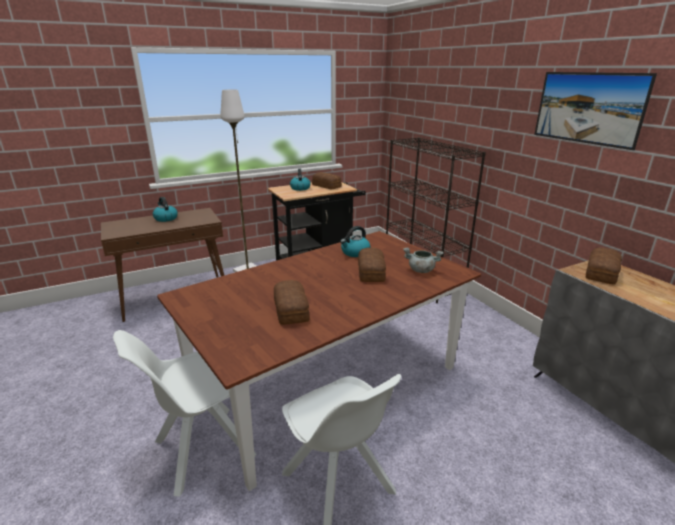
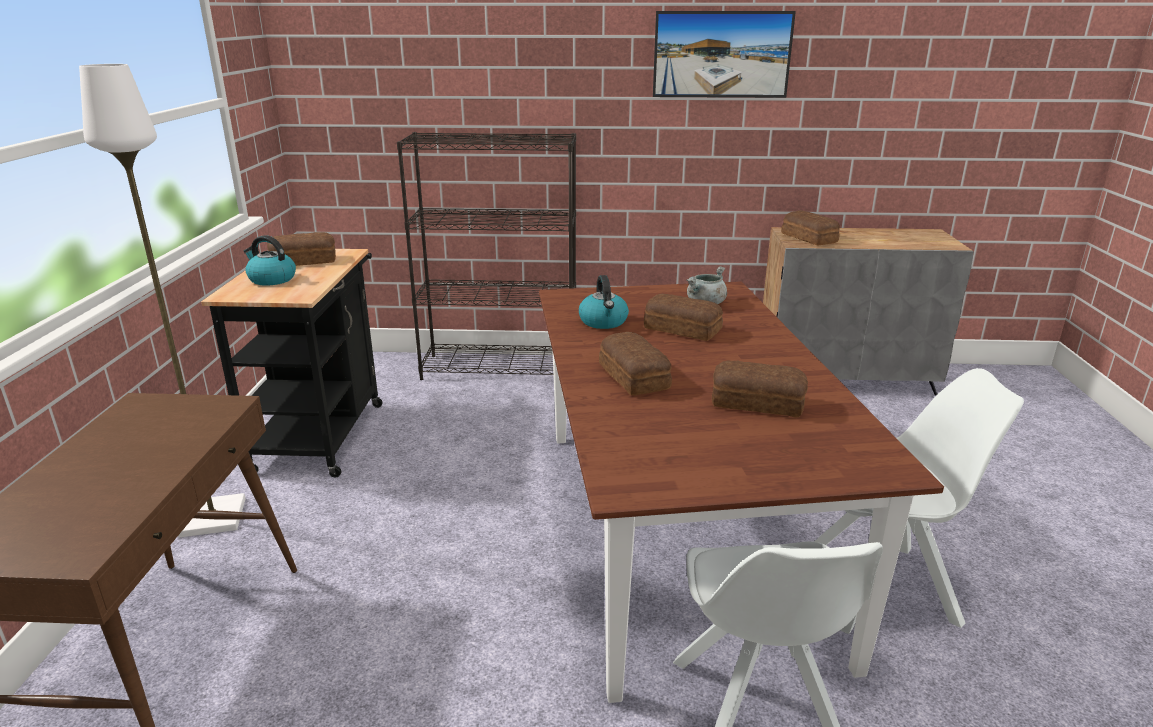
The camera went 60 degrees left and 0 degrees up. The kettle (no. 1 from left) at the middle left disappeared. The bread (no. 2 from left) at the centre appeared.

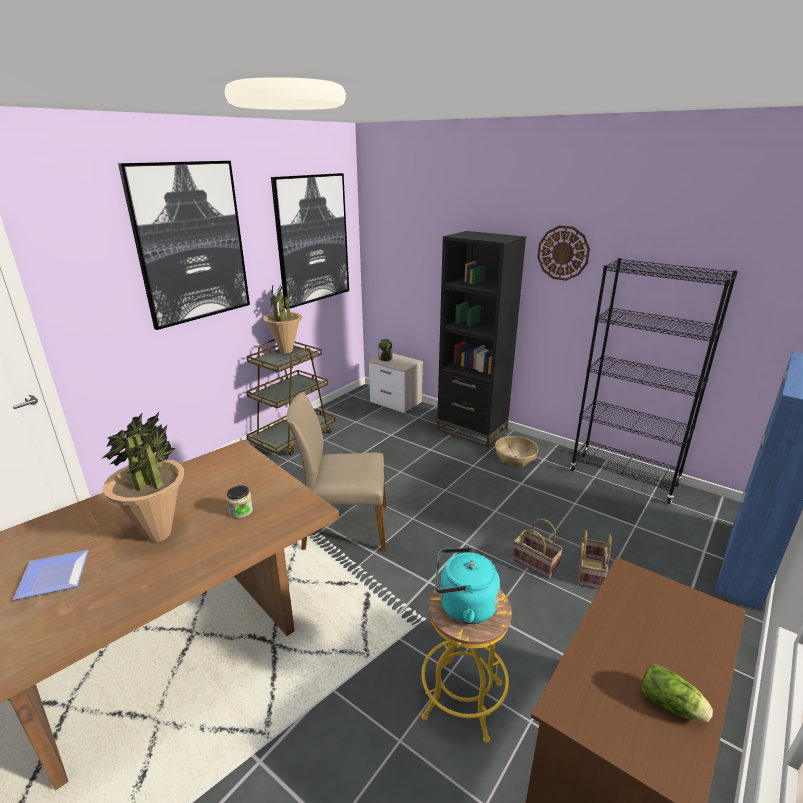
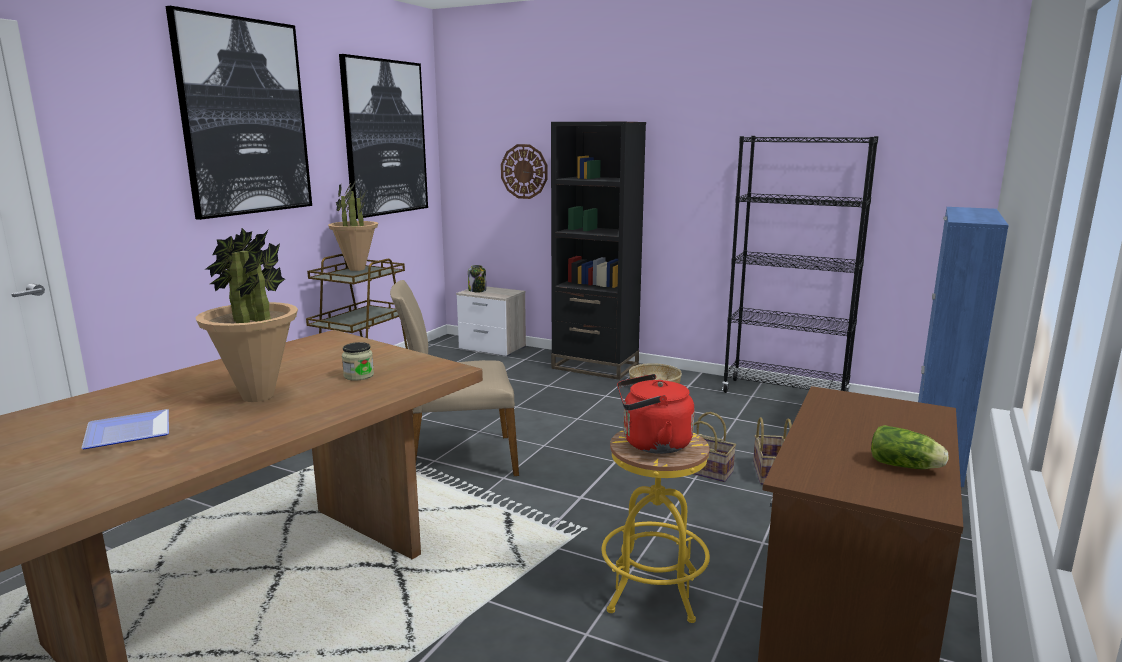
The camera went 10 degrees left and 10 degrees down. The turquoise_kettle at the bottom centre became the red_kettle at the centre. The wall_clock moved from the top right to the top centre.

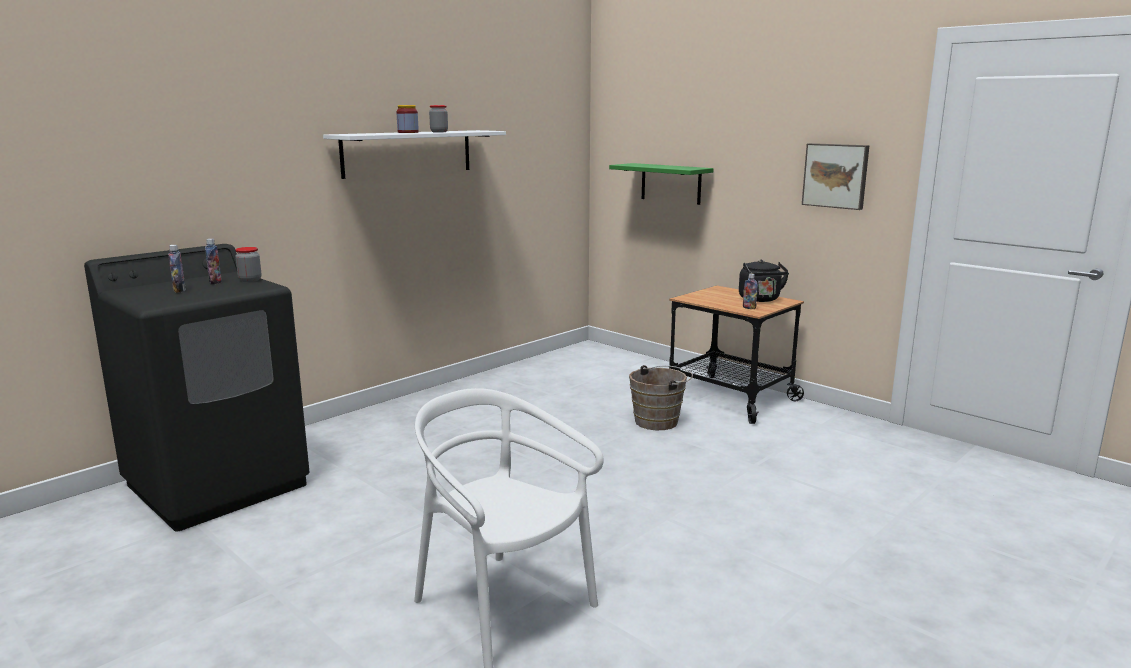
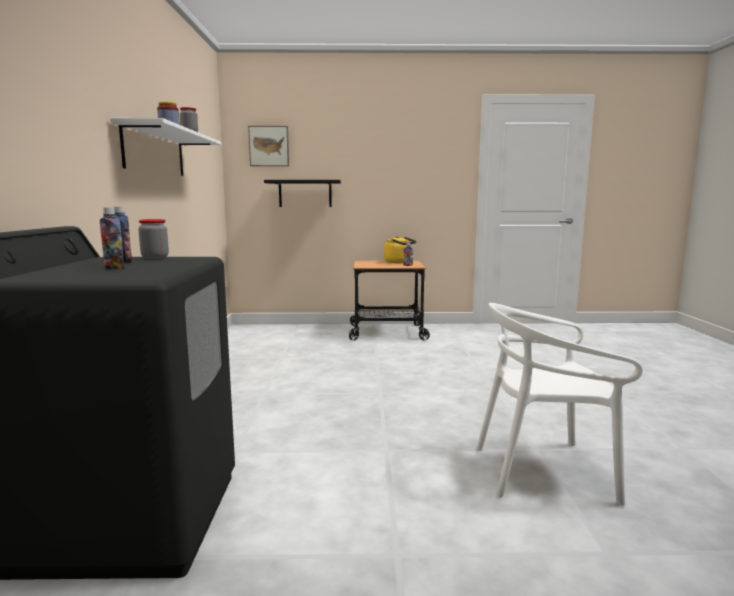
The camera went 45 degrees left and 5 degrees down. The green_shelf at the top centre became the black_shelf at the top centre. The brown_bucket at the centre disappeared. The black_kettle at the middle right became the yellow_kettle at the centre. The picture moved from the top right to the top centre.

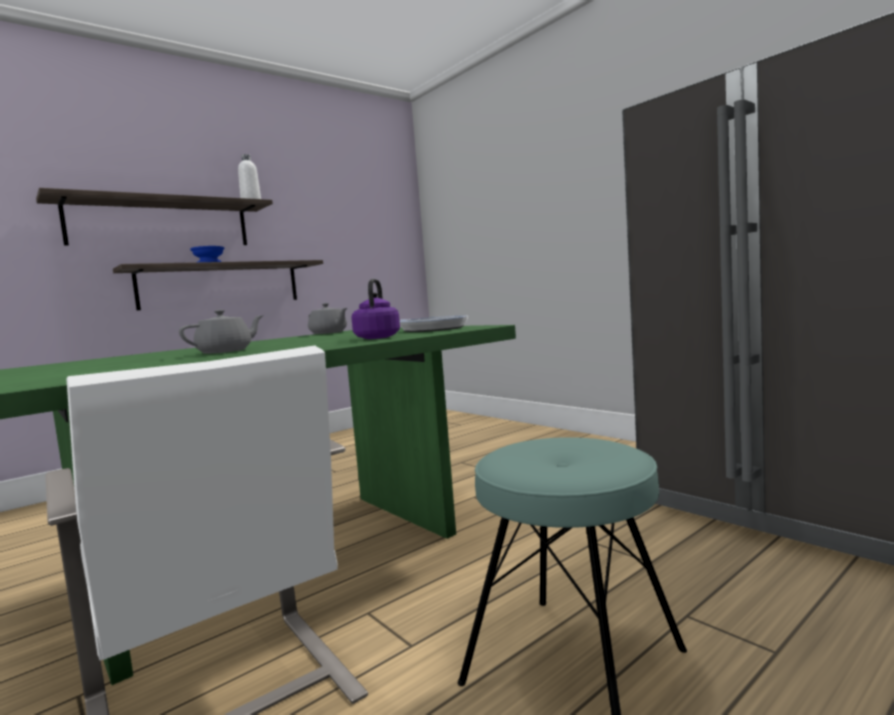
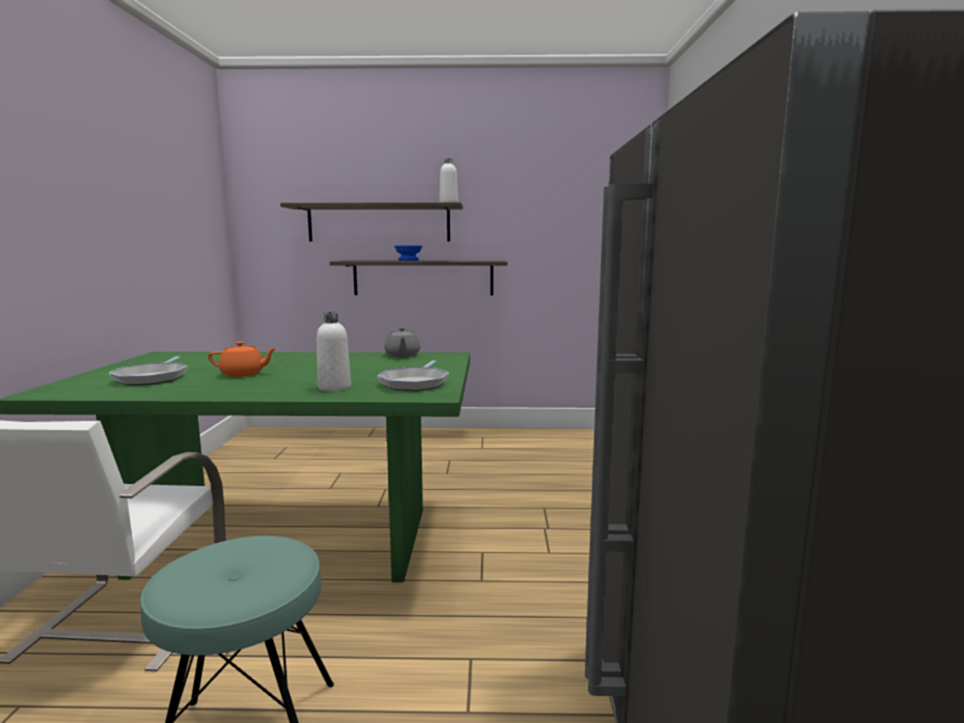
The camera went 40 degrees right and 5 degrees up. The grey_teapot (no. 1 from left) at the middle left became the orange_teapot at the middle left. The purple_kettle at the centre was replaced by the white_bottle (no. 1 from left) at the centre. The frying_pan (no. 1 from left) at the middle left appeared.

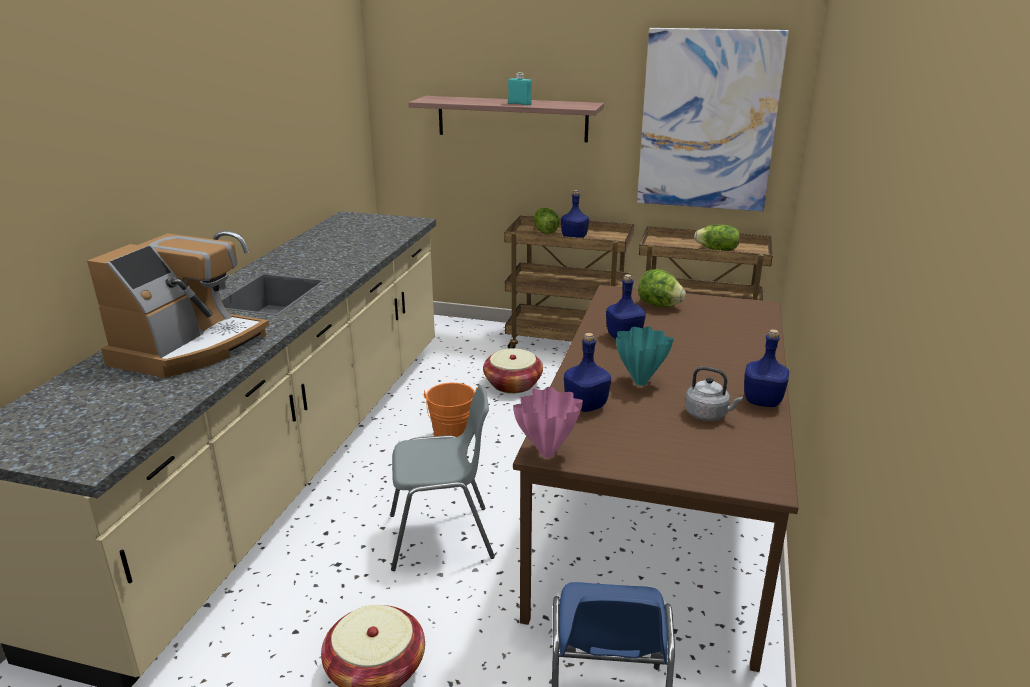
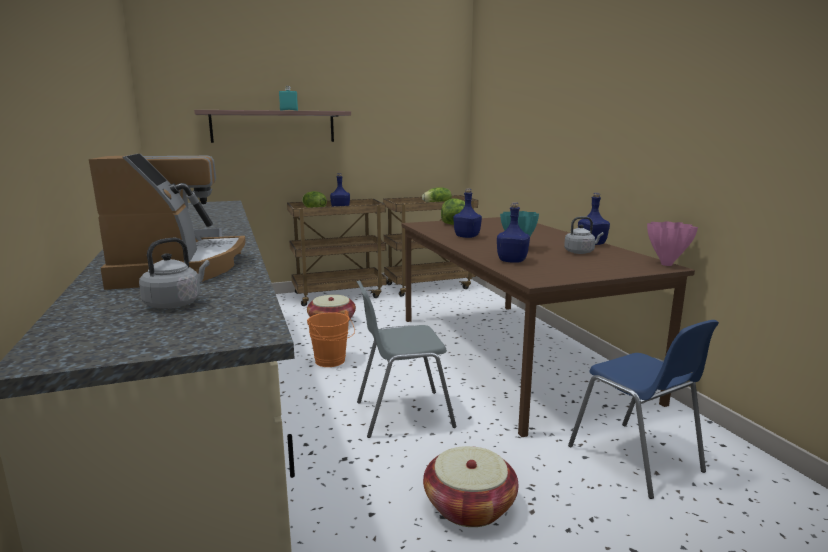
The camera went 35 degrees left and 10 degrees down. The grey_chair at the bottom centre turned 150 degrees counterclockwise. The pink_vase moved from the centre to the middle right. The picture at the top right disappeared. The grey_kettle (no. 1 from left) at the middle left appeared.

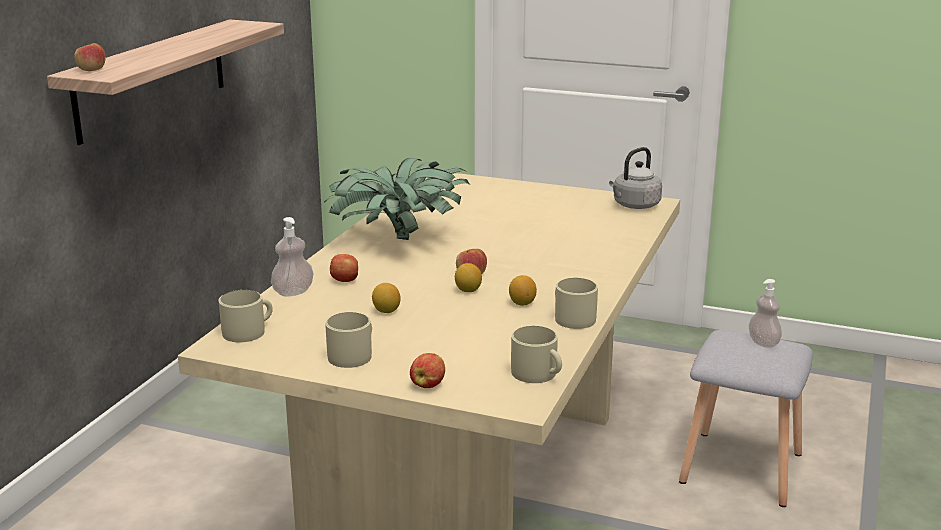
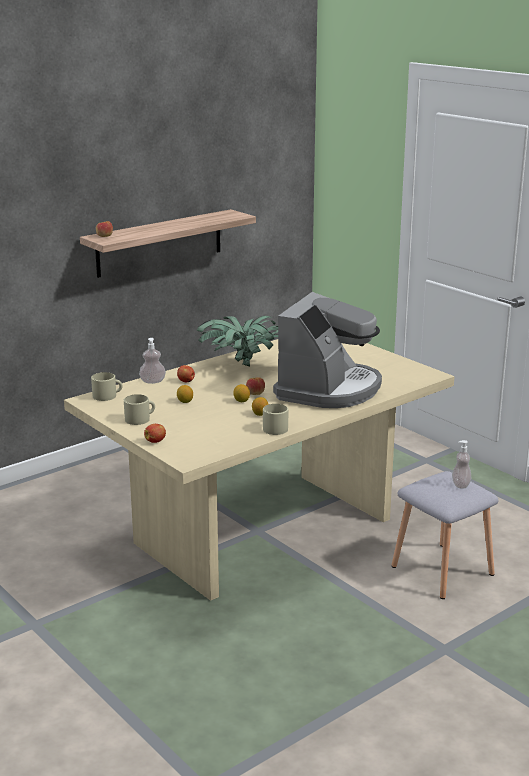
The camera went 30 degrees right and 0 degrees up. The beige_mug (no. 3 from left) at the bottom centre disappeared. The grey_kettle at the middle right disappeared. The coffee_machine at the centre appeared.

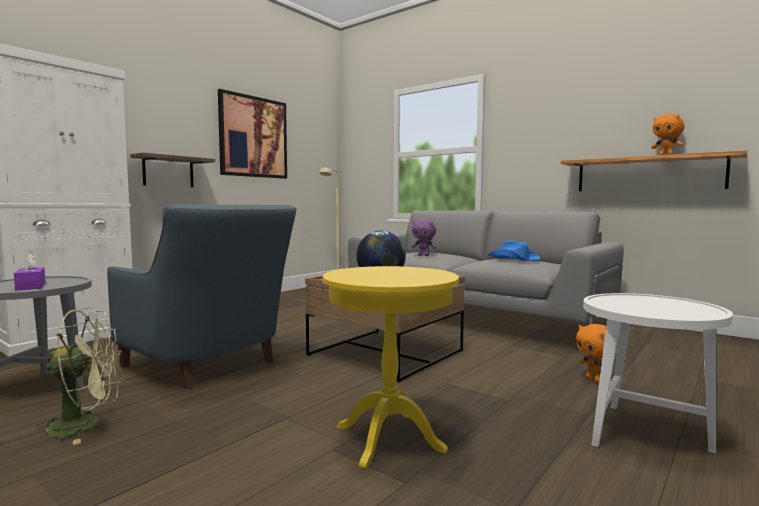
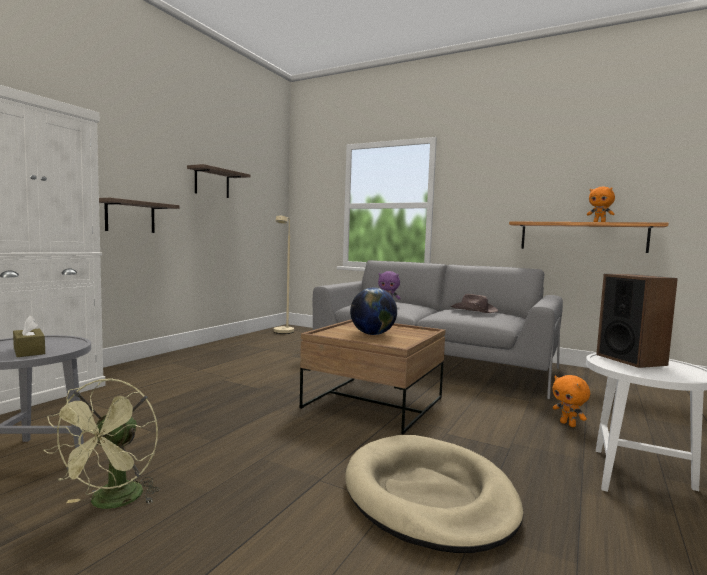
The camera went 10 degrees left and 0 degrees up. The purple_tissue_box at the middle left became the brown_tissue_box at the middle left. The green_fan at the bottom left turned 120 degrees clockwise. The blue_armchair at the middle left disappeared. The picture at the top left was replaced by the shelf (no. 2 from left) at the top left. The yellow_side_table at the bottom centre was replaced by the beige_dog_bed at the bottom centre. The blue_hat at the middle right became the brown_hat at the middle right. The speaker at the middle right appeared.

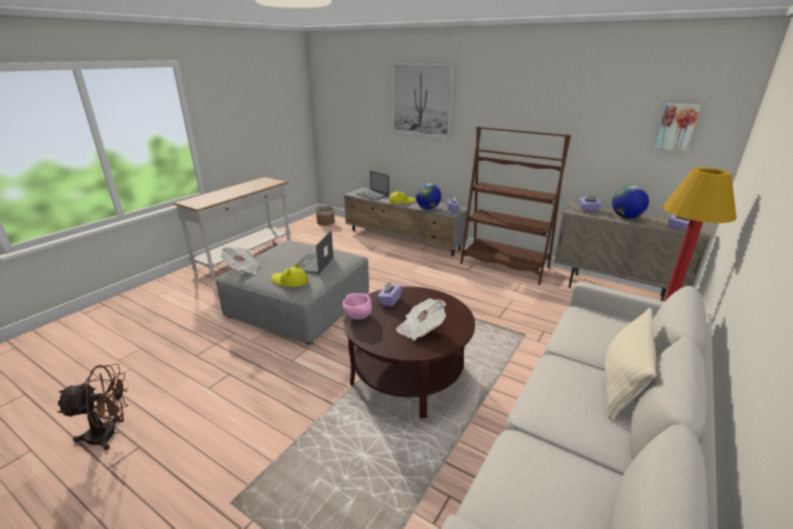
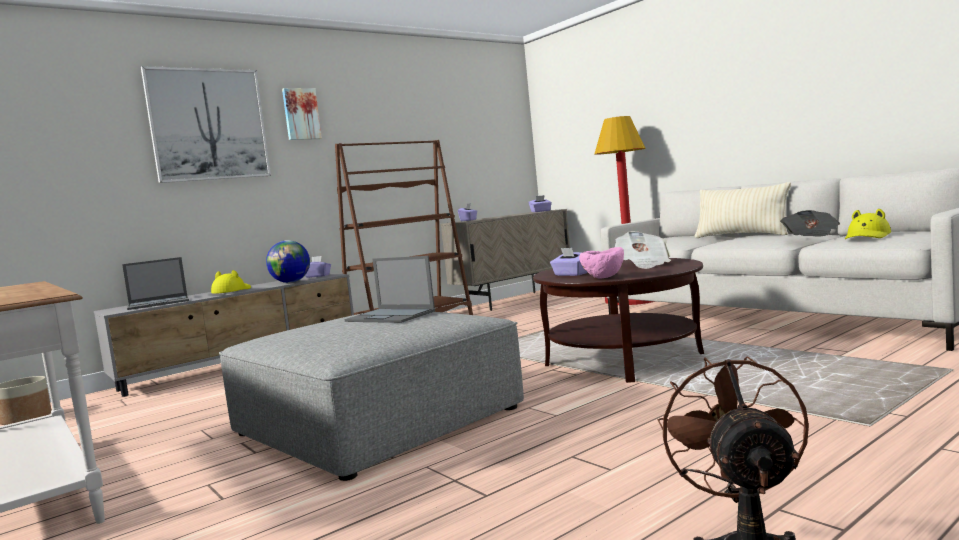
The camera went 70 degrees left and 20 degrees down. The newspaper (no. 1 from left in the first image) moved from the middle left to the middle right. The yellow_hat (no. 1 from left in the first image) moved from the centre to the middle right. The globe (no. 2 from left) at the middle right disappeared. The picture (no. 2 from left) moved from the top right to the top left.

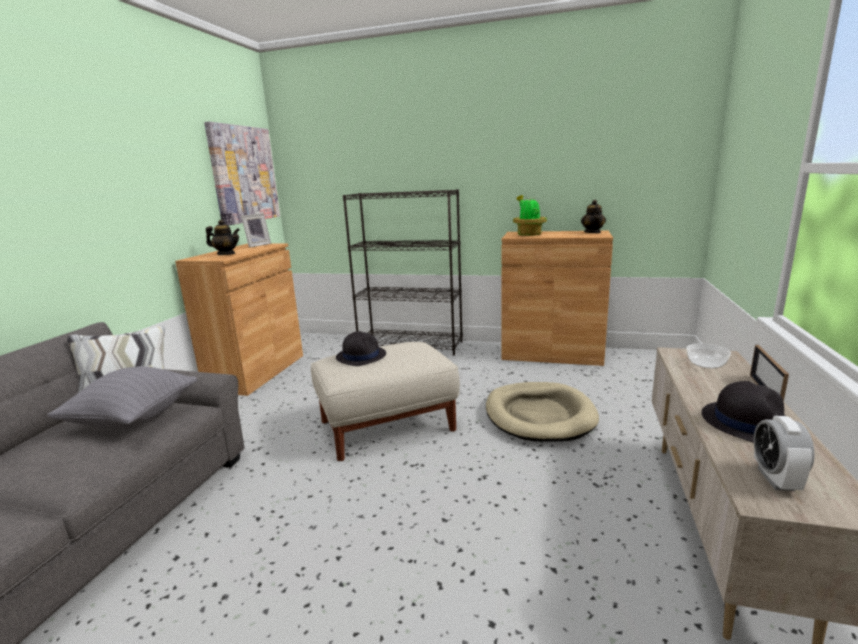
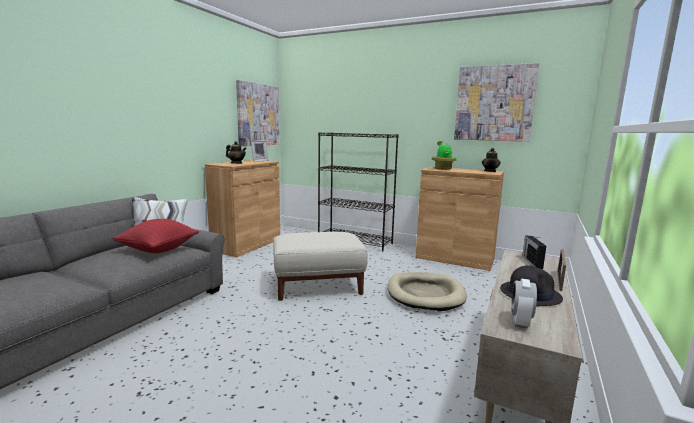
The camera went 10 degrees right and 5 degrees down. The grey_pillow at the middle left became the red_pillow at the middle left. The black_hat (no. 1 from left) at the centre disappeared. The bowl at the middle right was replaced by the radio at the middle right. The picture (no. 2 from left) at the top right appeared.

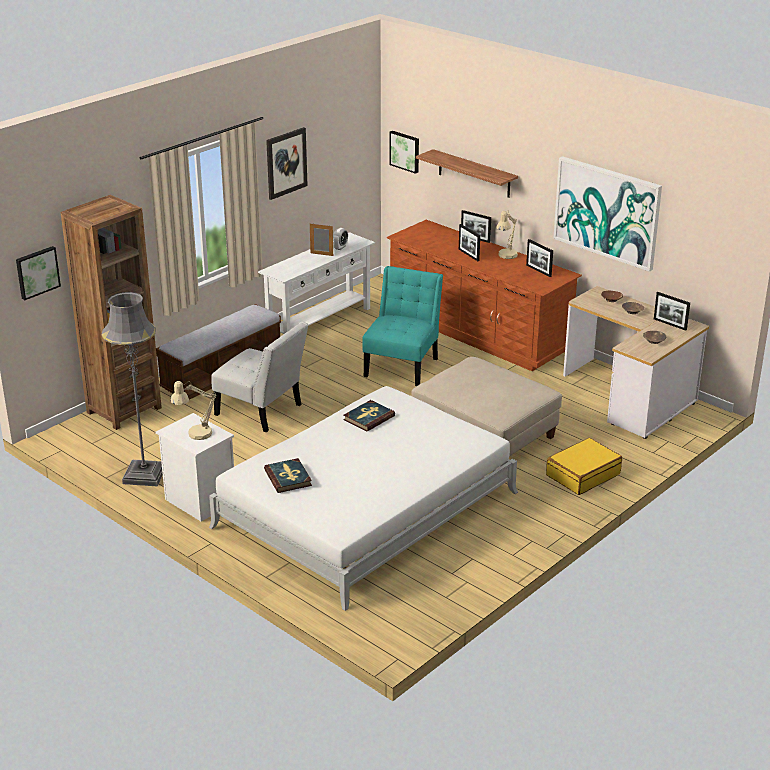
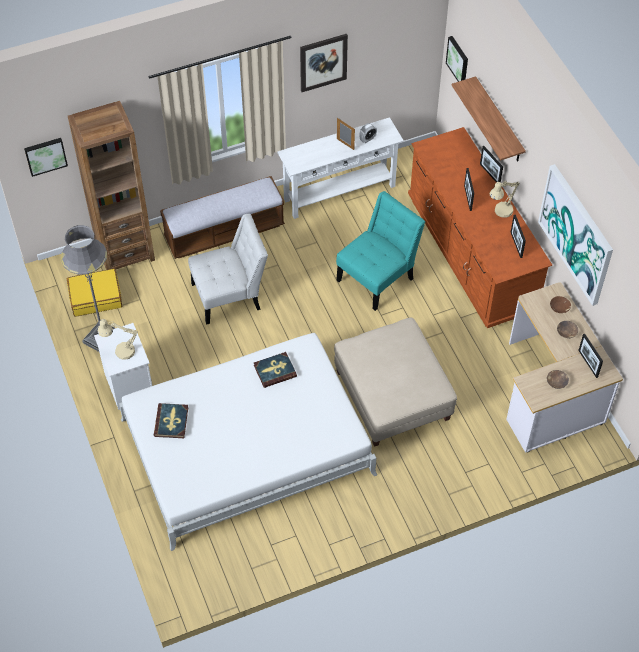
The camera went 25 degrees right and 25 degrees up. The white_chair at the centre turned 75 degrees counterclockwise. The yellow_suitcase moved from the middle right to the middle left.

